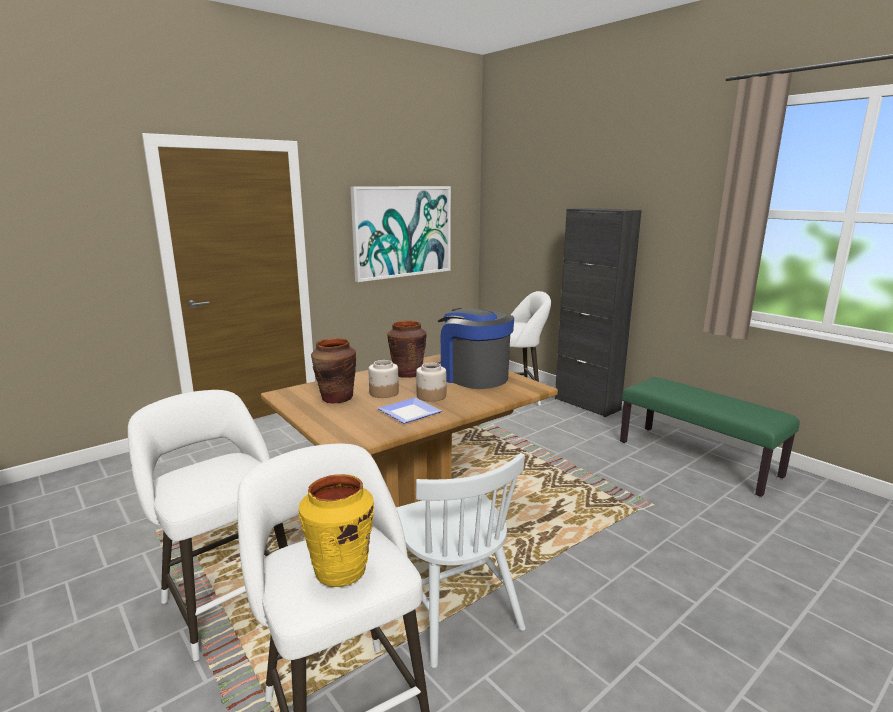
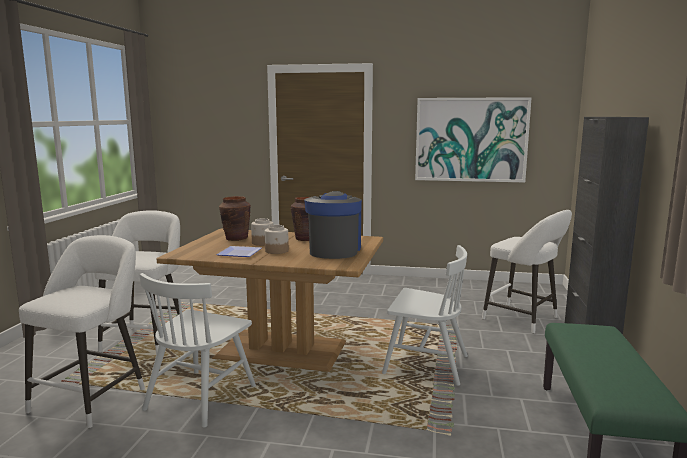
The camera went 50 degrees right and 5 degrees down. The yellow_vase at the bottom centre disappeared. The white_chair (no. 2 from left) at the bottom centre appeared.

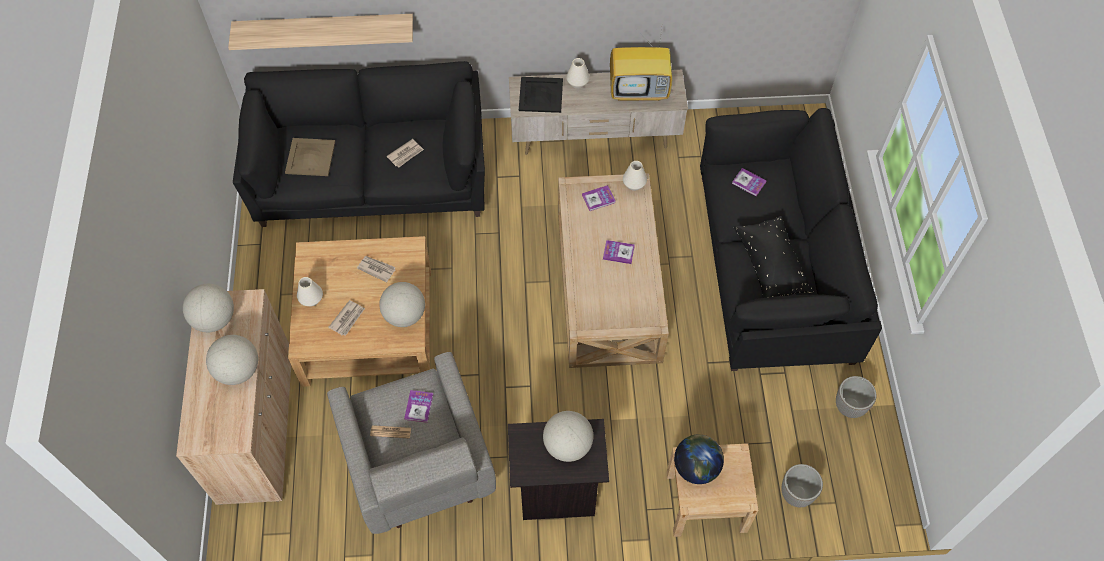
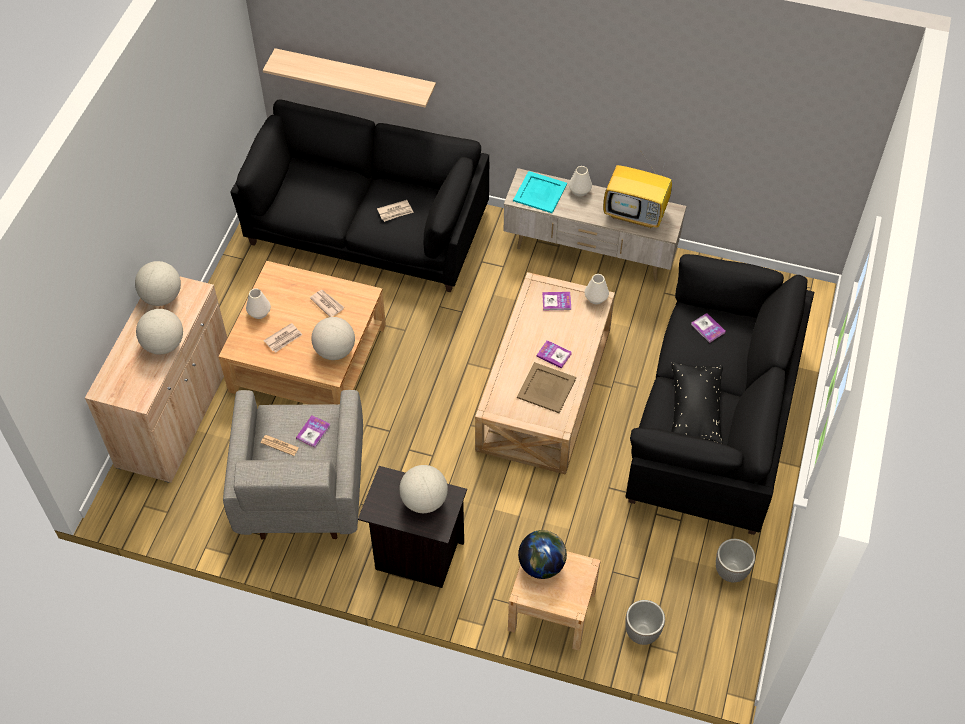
The camera went 20 degrees right and 5 degrees down. The beige_tray moved from the top left to the centre. The black_tray at the top centre became the turquoise_tray at the top centre.

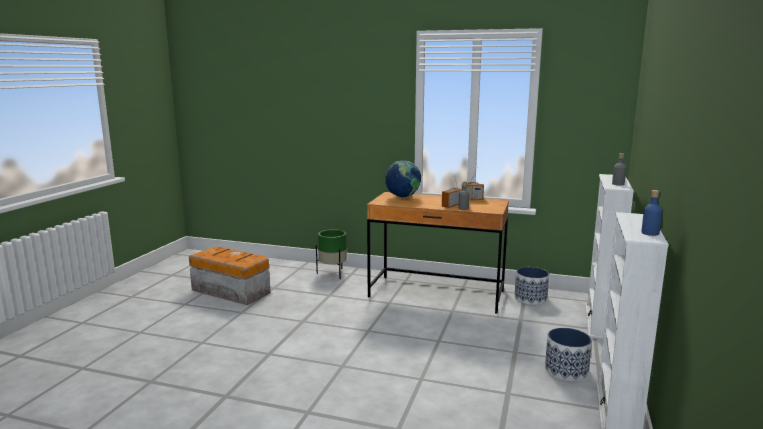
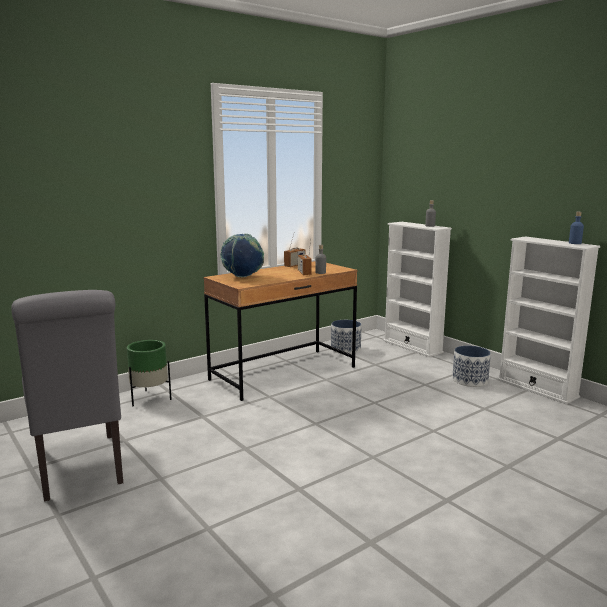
The camera went 55 degrees left and 0 degrees up. The storage_box at the middle left was replaced by the grey_chair at the middle left.

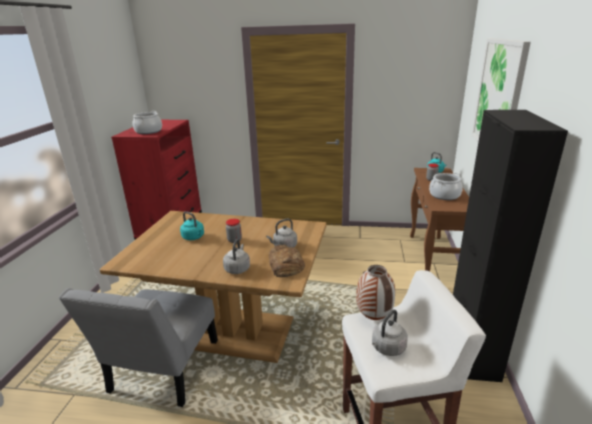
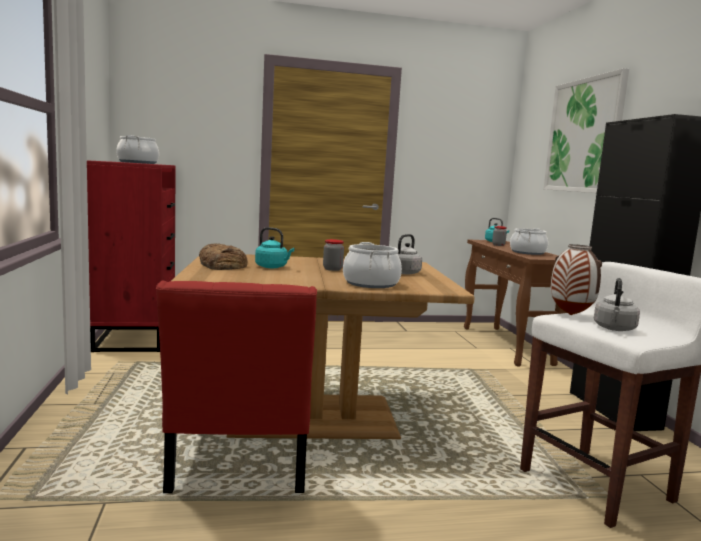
The camera went 20 degrees left and 15 degrees down. The grey_chair at the bottom left became the red_chair at the bottom centre. The grey_kettle (no. 1 from left) at the centre was replaced by the cooking_pot (no. 2 from left) at the centre. The bread moved from the centre to the middle left.

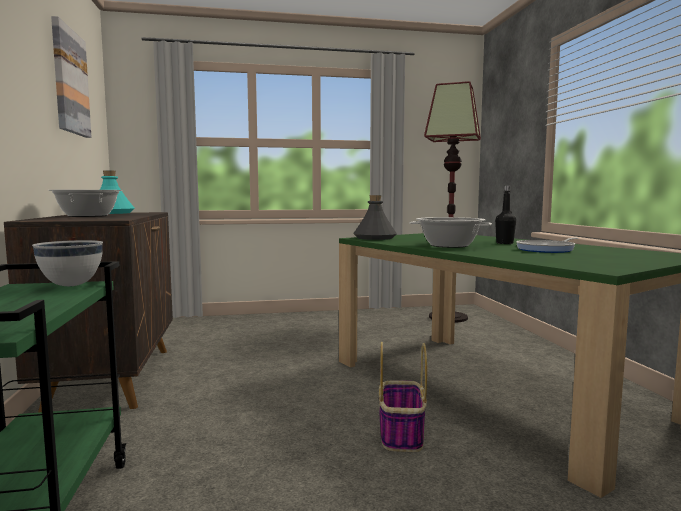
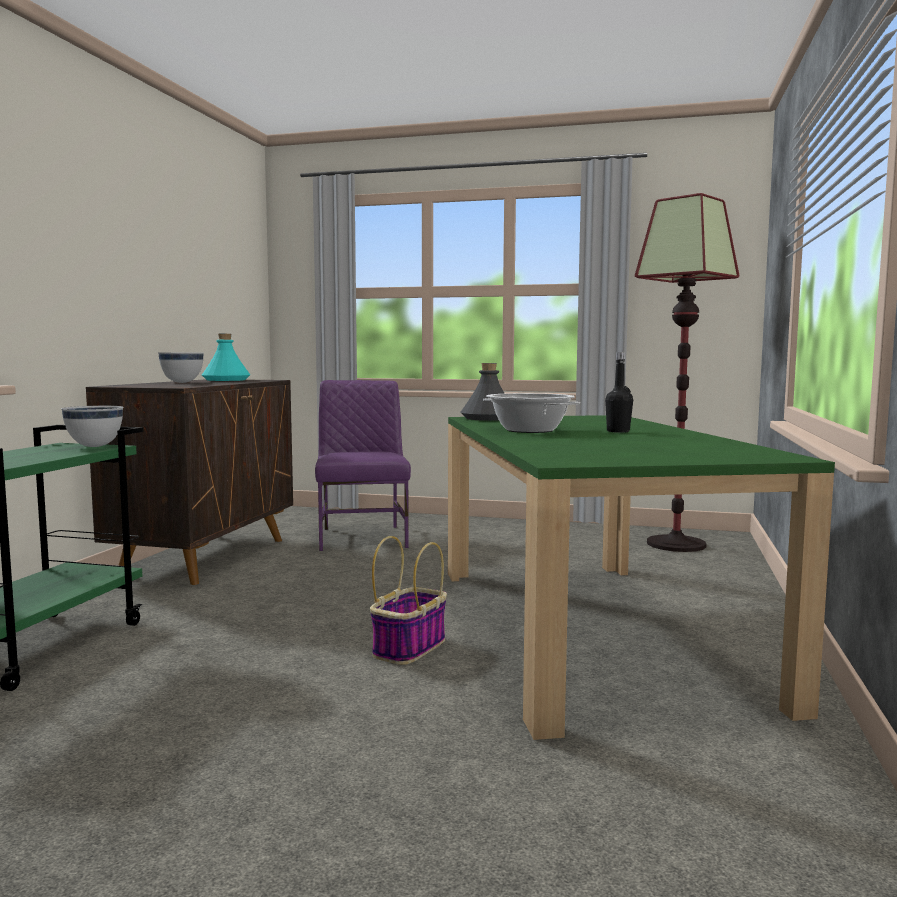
The camera went 25 degrees right and 0 degrees up. The cooking_pot (no. 1 from left) at the middle left was replaced by the white_bowl (no. 2 from left) at the middle left. The picture at the top left disappeared. The frying_pan at the middle right disappeared. The purple_chair at the centre appeared.

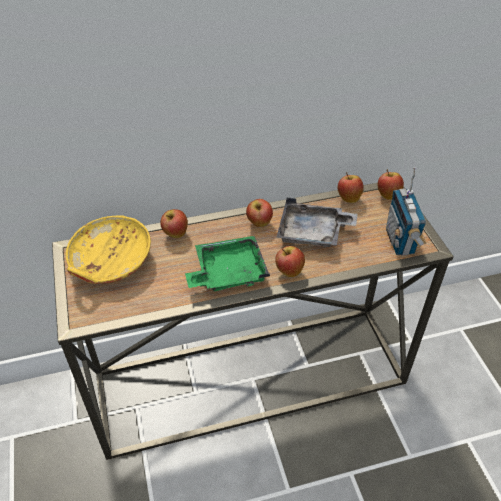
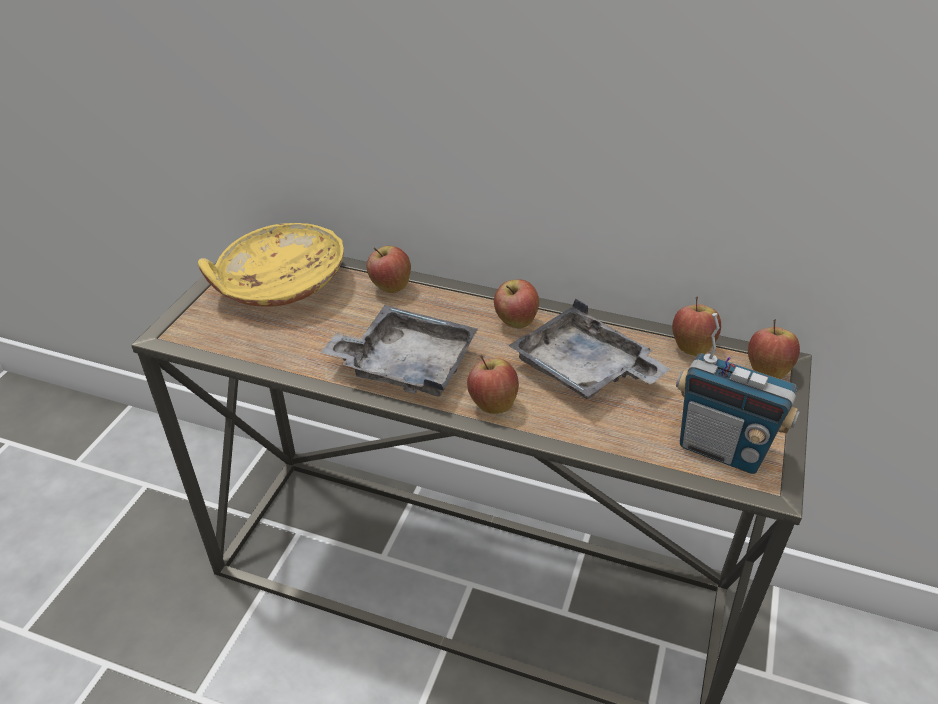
The camera went 35 degrees right and 5 degrees down. The green_tray at the centre became the grey_tray (no. 1 from left) at the centre. The radio at the middle right turned 90 degrees counterclockwise.

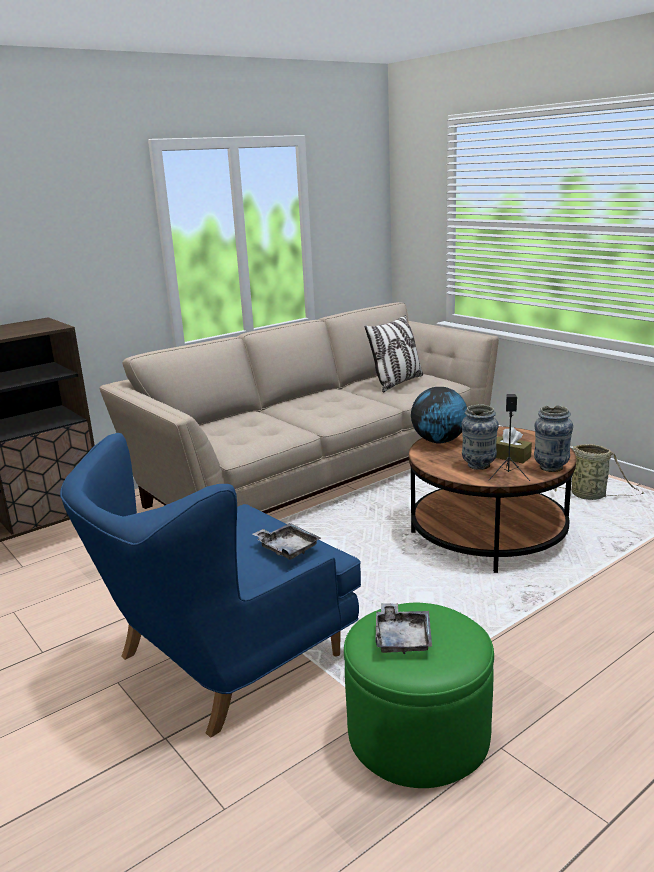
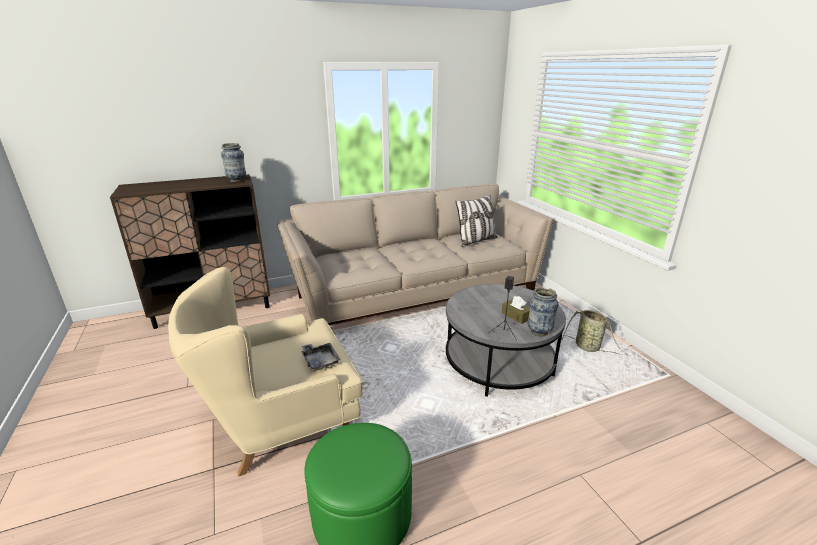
The camera went 15 degrees right and 5 degrees up. The blue_armchair at the bottom left became the beige_armchair at the bottom left. The grey_tray (no. 2 from left) at the bottom centre disappeared. The brown_coffee_table at the middle right became the grey_coffee_table at the centre. The globe at the middle right disappeared. The vase (no. 1 from left) moved from the middle right to the top left.

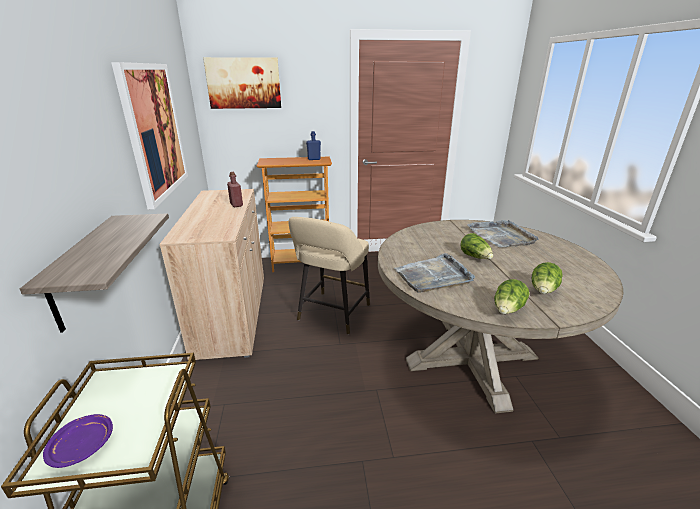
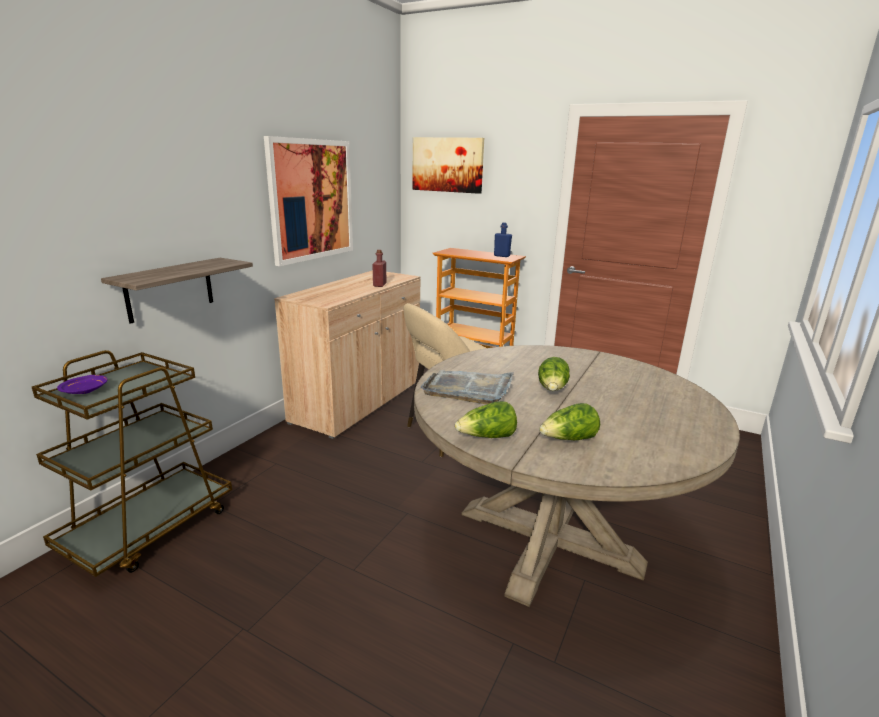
The camera went 35 degrees right and 5 degrees down. The grey_tray (no. 2 from left) at the middle right disappeared.

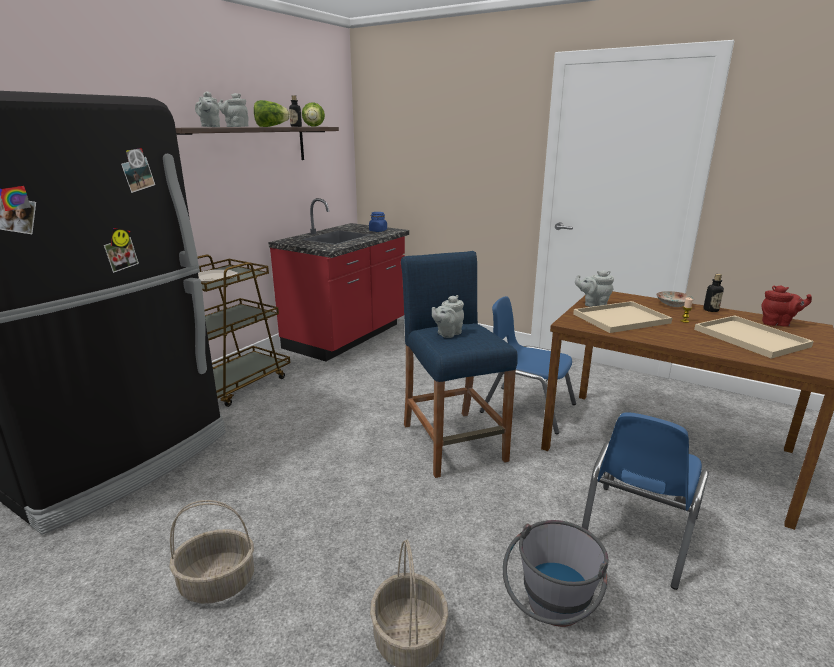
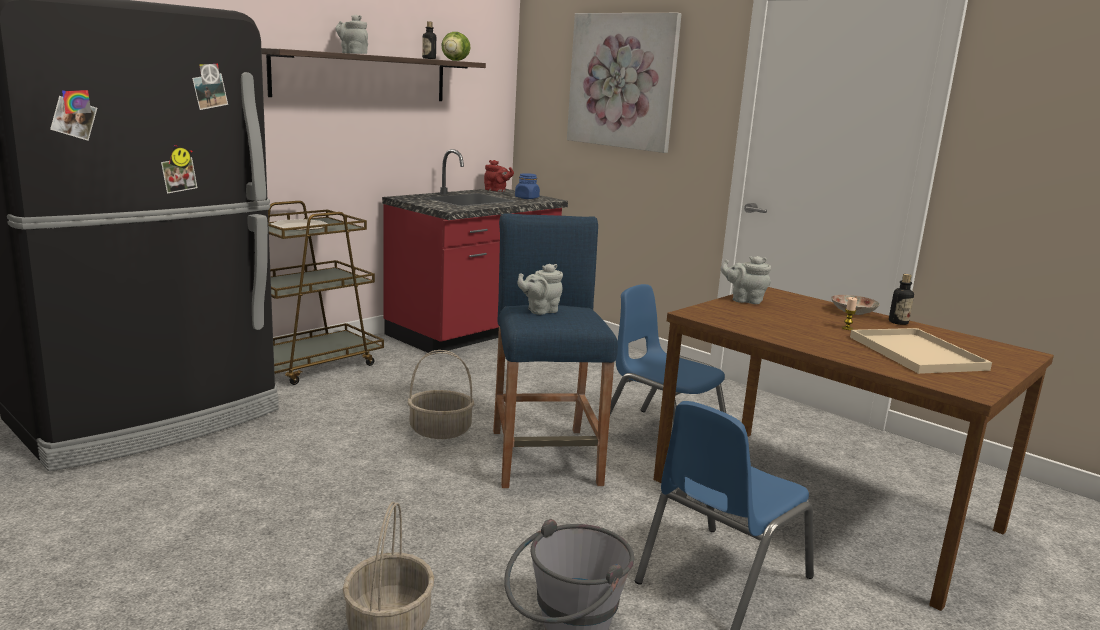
The camera went 10 degrees right and 5 degrees down. The basket (no. 1 from left in the first image) moved from the bottom left to the centre. The grey_teapot (no. 1 from left) at the top left disappeared. The lettuce (no. 1 from left) at the top left disappeared. The beige_tray (no. 1 from left) at the middle right disappeared. The red_teapot moved from the middle right to the top centre. The picture at the top centre appeared.

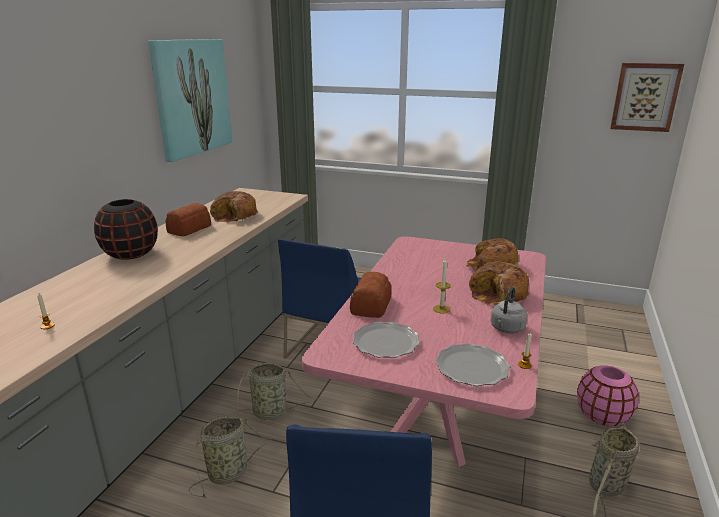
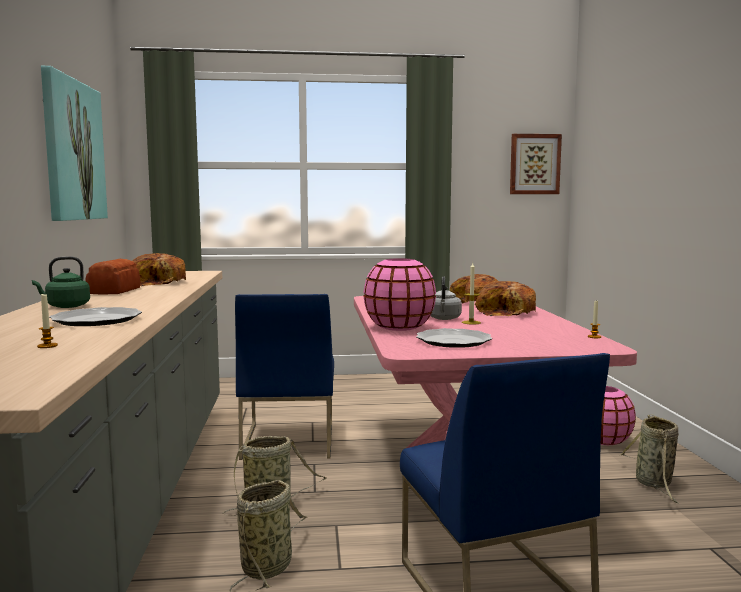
The camera went 25 degrees left and 15 degrees down. The black_vase at the middle left was replaced by the green_kettle at the middle left. The bread (no. 3 from left) at the centre was replaced by the pink_vase (no. 1 from left) at the centre. The plate (no. 2 from left in the first image) moved from the bottom centre to the middle left. The grey_kettle moved from the middle right to the centre.

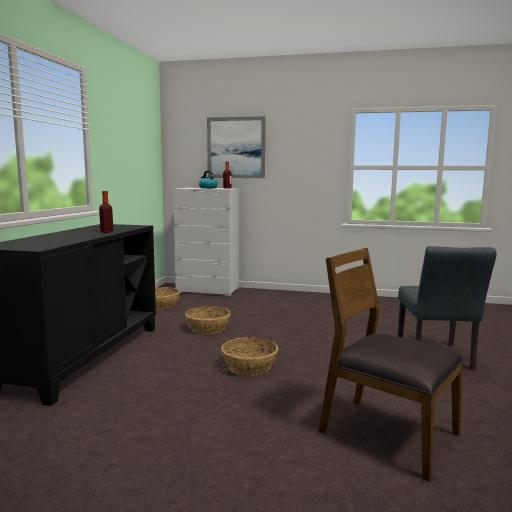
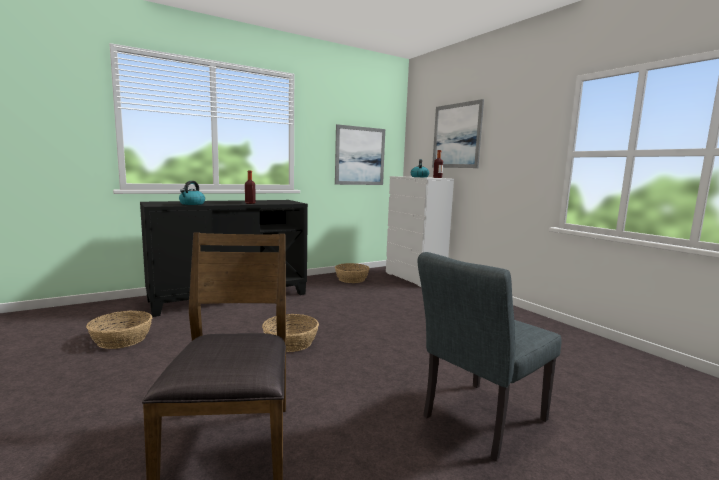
The camera went 45 degrees right and 0 degrees up. The basket (no. 2 from left in the first image) moved from the centre to the bottom left. The kettle (no. 1 from left) at the middle left appeared. The picture (no. 1 from left) at the top centre appeared.

